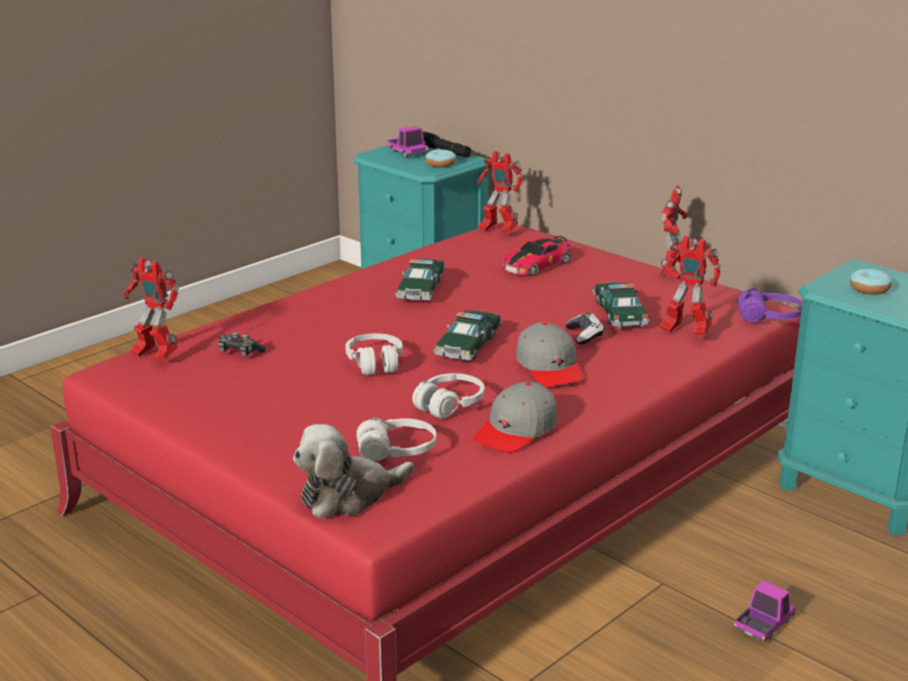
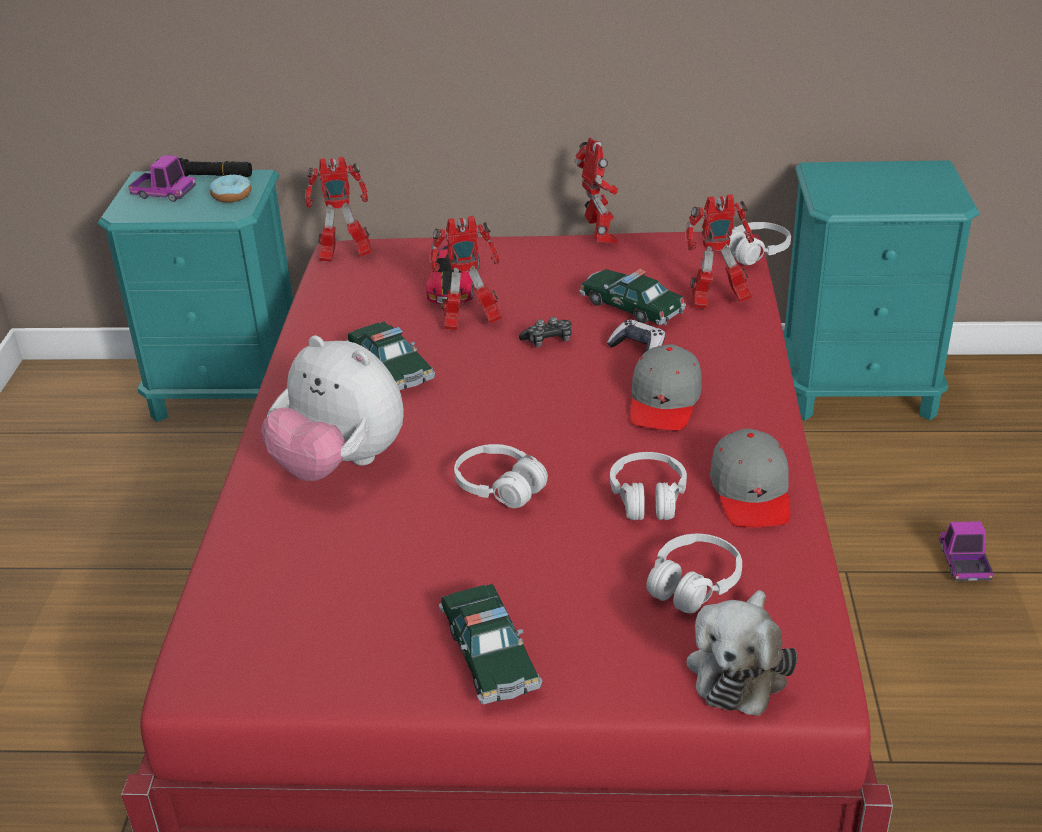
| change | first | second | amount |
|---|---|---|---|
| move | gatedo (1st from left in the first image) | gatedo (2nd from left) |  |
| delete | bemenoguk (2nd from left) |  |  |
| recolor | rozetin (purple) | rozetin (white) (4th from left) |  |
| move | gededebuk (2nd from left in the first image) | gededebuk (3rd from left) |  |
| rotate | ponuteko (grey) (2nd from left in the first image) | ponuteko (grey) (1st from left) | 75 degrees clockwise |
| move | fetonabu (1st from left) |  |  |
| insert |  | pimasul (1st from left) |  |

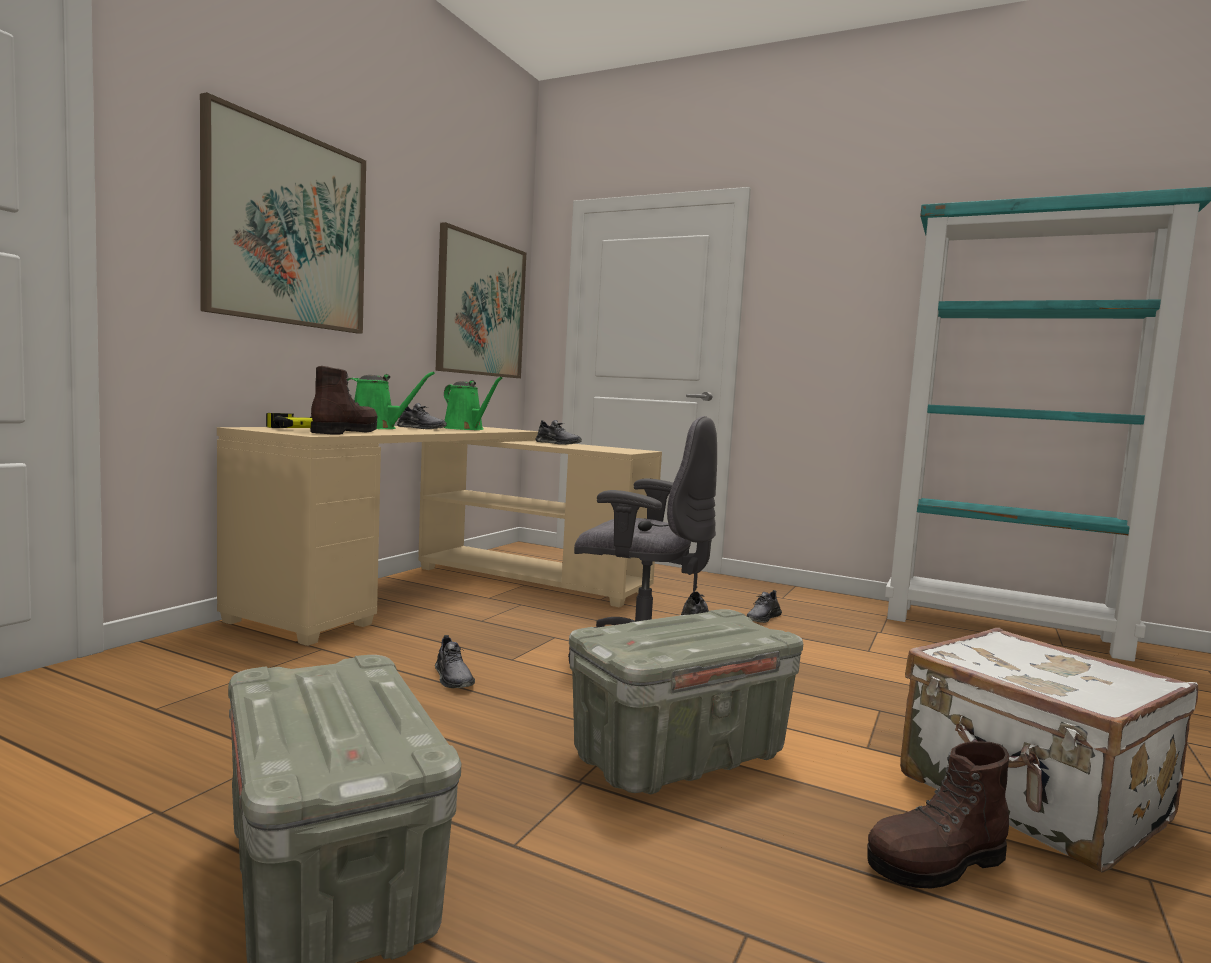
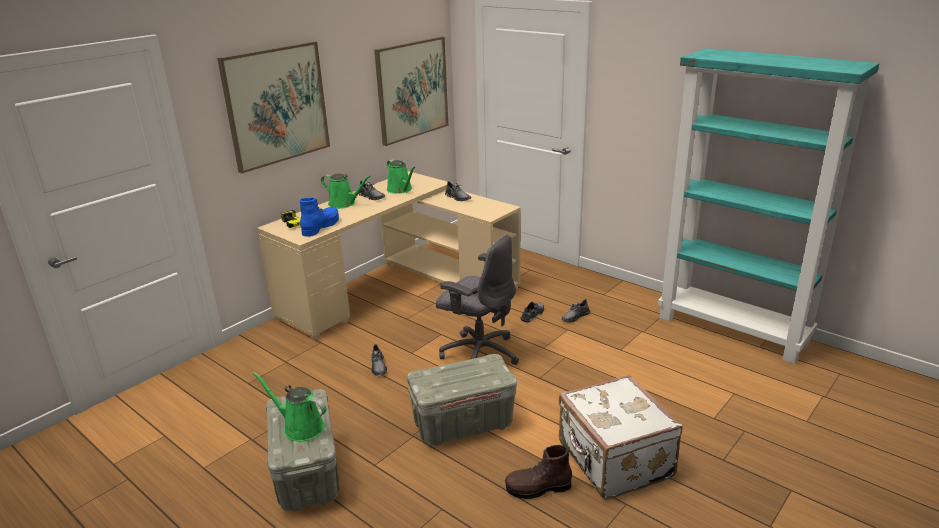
| change | first | second | amount |
|---|---|---|---|
| recolor | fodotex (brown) (1st from left) | fodotex (blue) |  |
| insert |  | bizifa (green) (1st from left) |  |

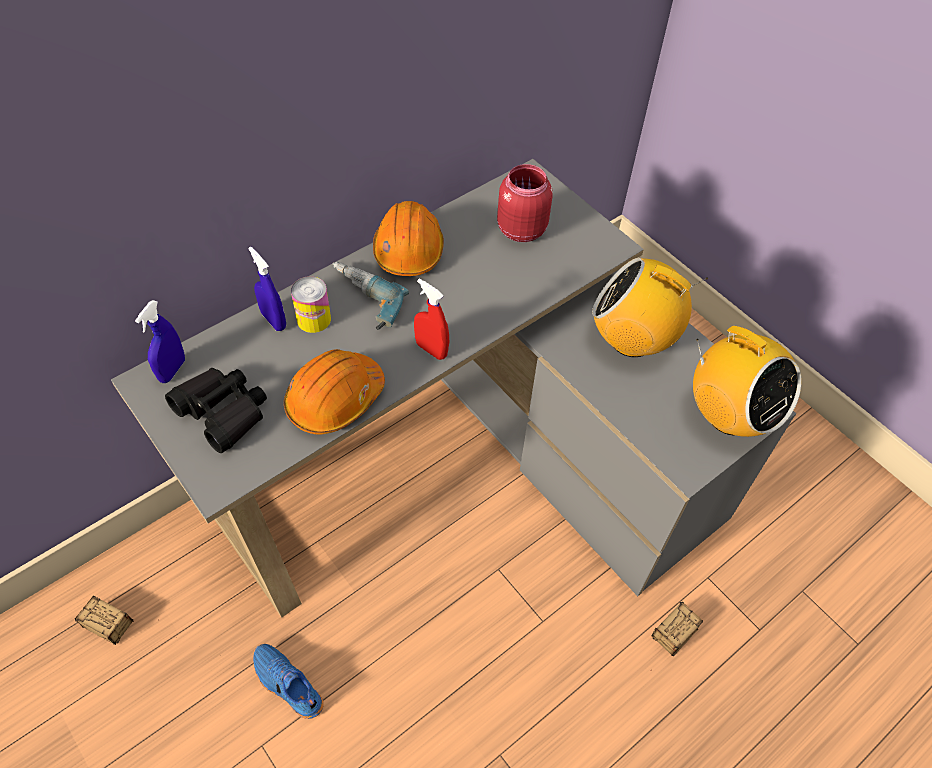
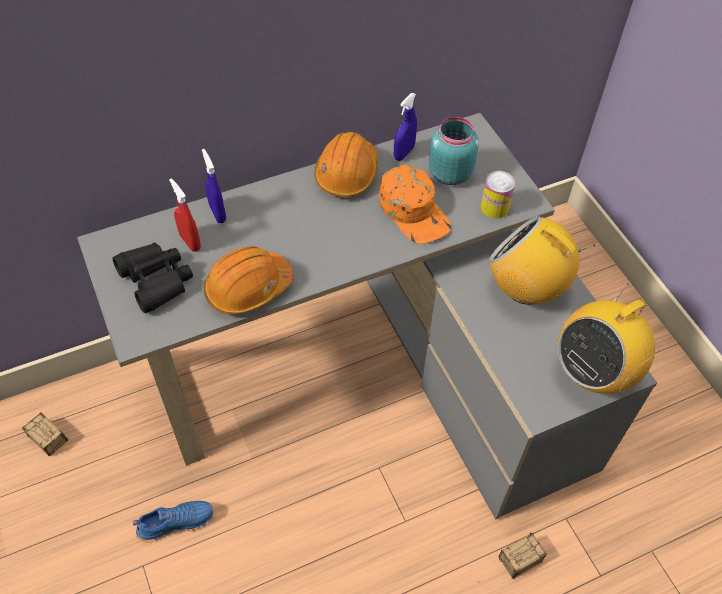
| change | first | second | amount |
|---|---|---|---|
| recolor | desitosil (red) | desitosil (turquoise) |  |
| delete | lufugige |  |  |
| move | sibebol |  |  |
| move | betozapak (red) |  |  |
| move | betozapak (blue) (1st from left in the first image) | betozapak (blue) (2nd from left) |  |
| rotate | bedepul (2nd from left) |  | 75 degrees clockwise |
| rotate | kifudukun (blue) |  | 105 degrees clockwise |
| insert |  | ponuteko (orange) |  |

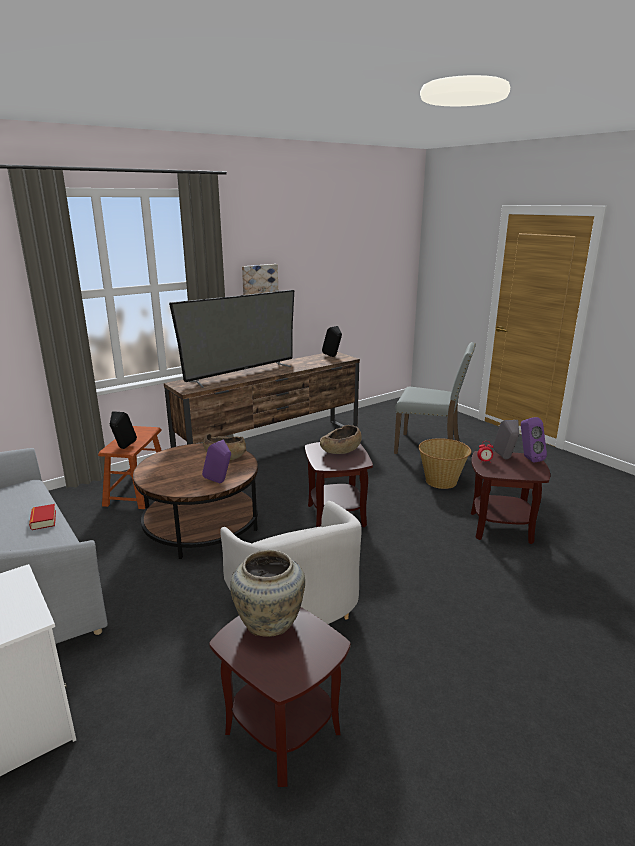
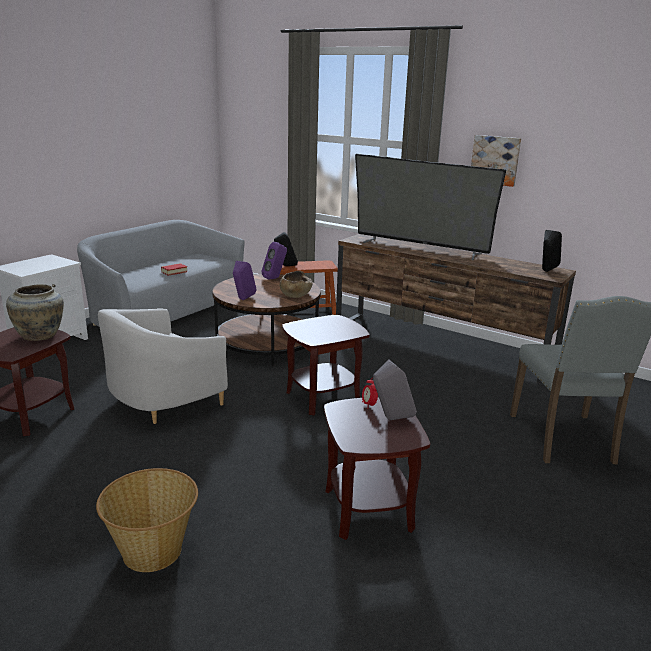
| change | first | second | amount |
|---|---|---|---|
| move | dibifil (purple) (2nd from left) |  |  |
| delete | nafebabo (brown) (2nd from left) |  |  |
| move | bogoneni |  |  |

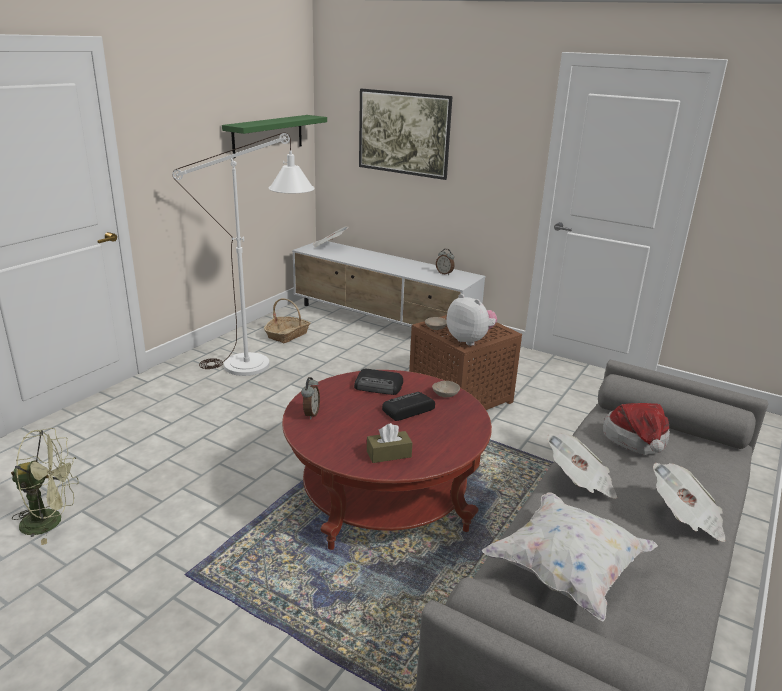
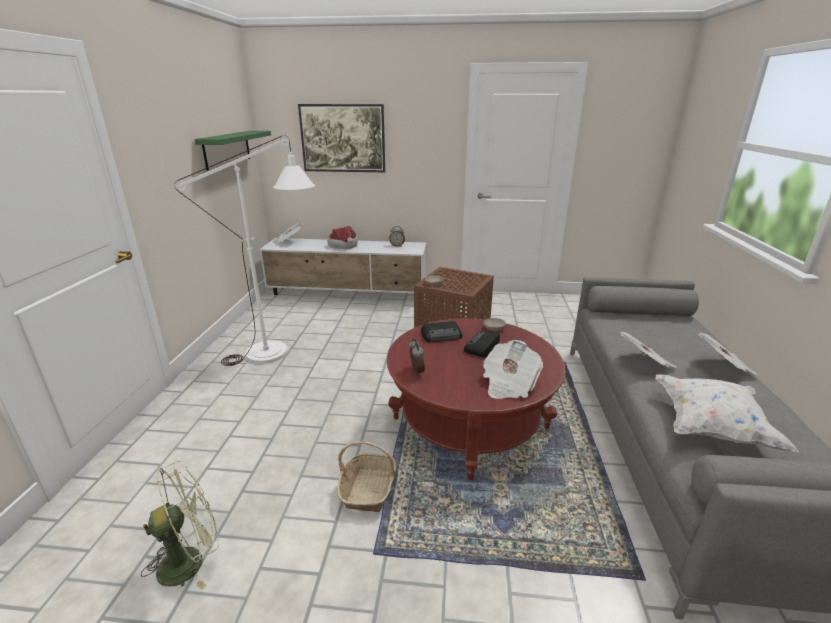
| change | first | second | amount |
|---|---|---|---|
| delete | pimasul |  |  |
| move | bogoneni |  |  |
| move | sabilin |  |  |
| replace | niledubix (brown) | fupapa (2nd from left) |  |

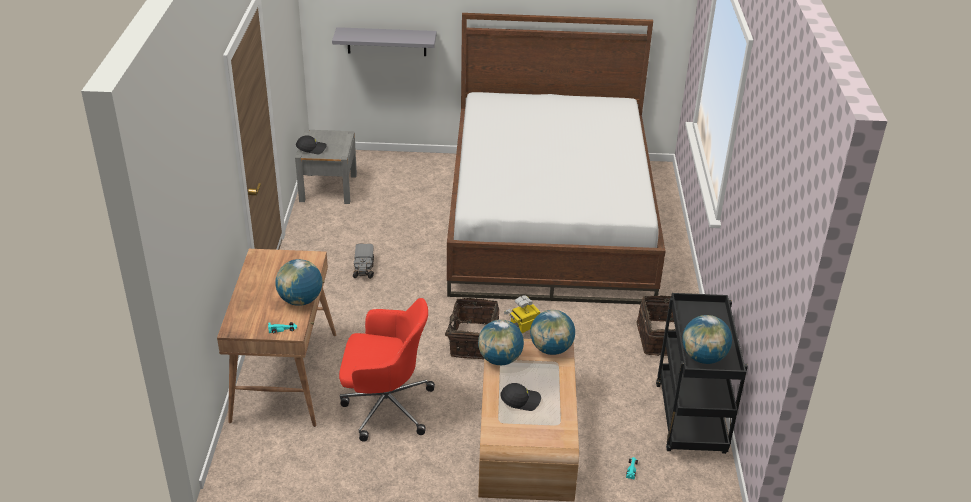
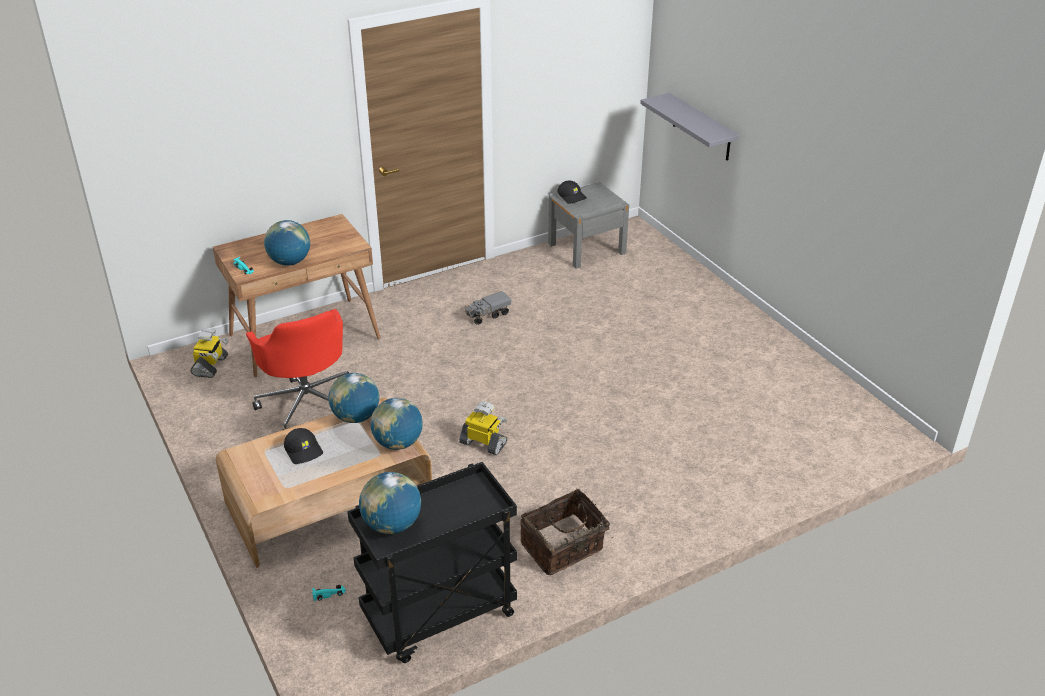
| change | first | second | amount |
|---|---|---|---|
| delete | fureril |  |  |
| delete | bogoneni (1st from left) |  |  |
| insert |  | gatedo (1st from left) |  |

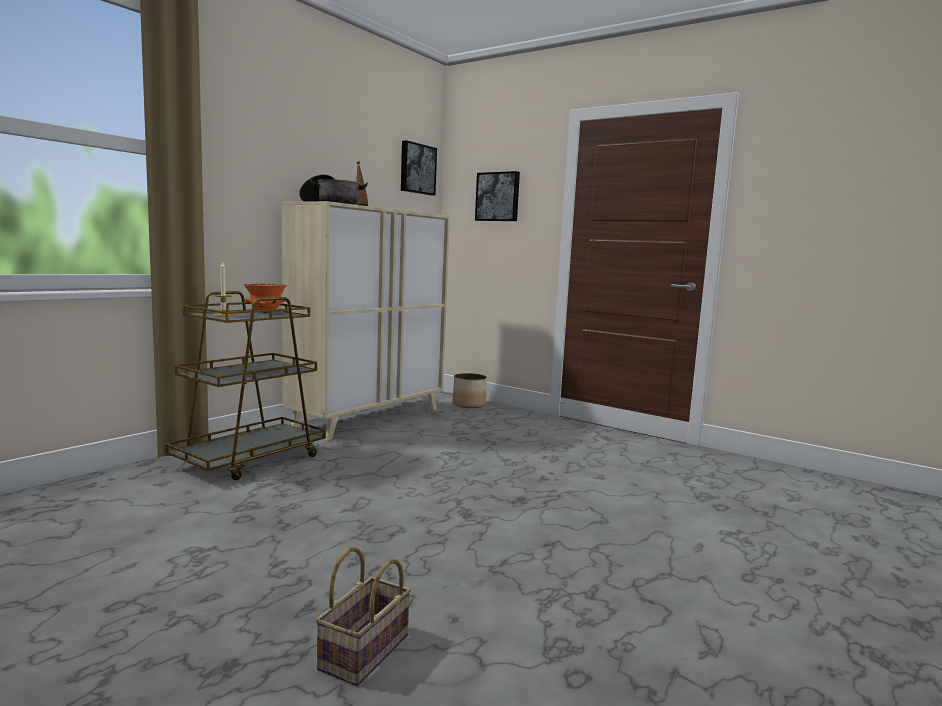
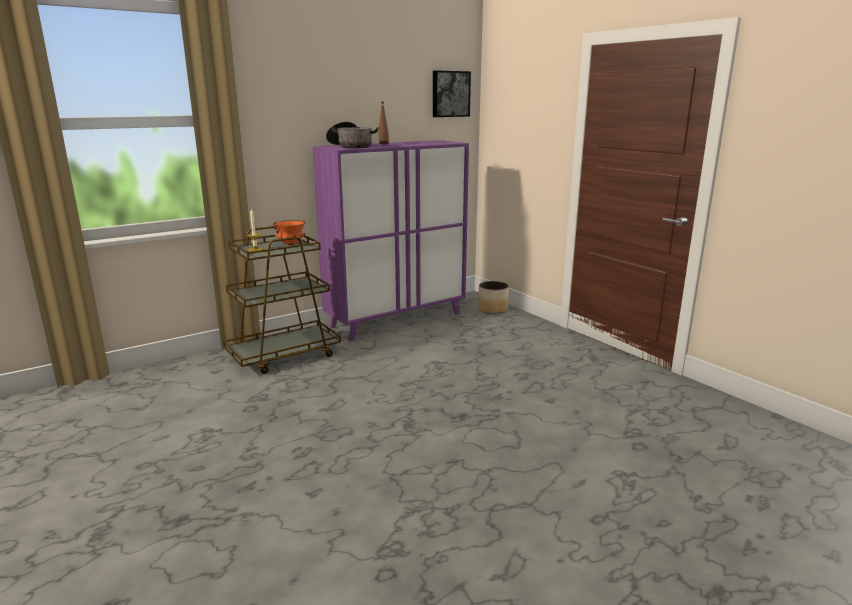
| change | first | second | amount |
|---|---|---|---|
| delete | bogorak (2nd from left) |  |  |
| recolor | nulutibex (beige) | nulutibex (purple) |  |
| delete | bogoneni |  |  |

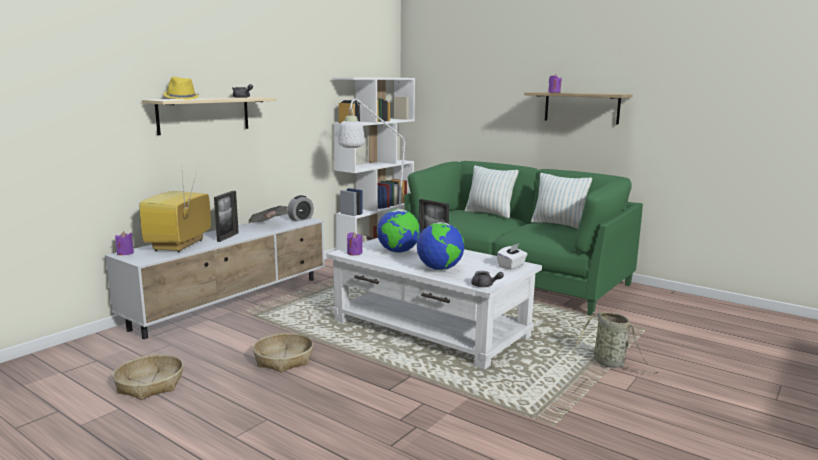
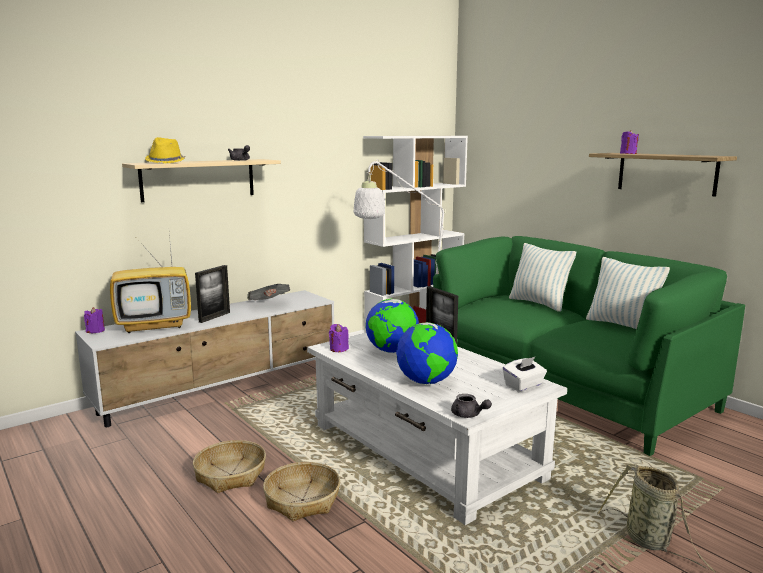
| change | first | second | amount |
|---|---|---|---|
| rotate | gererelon |  | 135 degrees counterclockwise |
| delete | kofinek |  |  |
| move | bogoneni (1st from left in the first image) | bogoneni (2nd from left) |  |

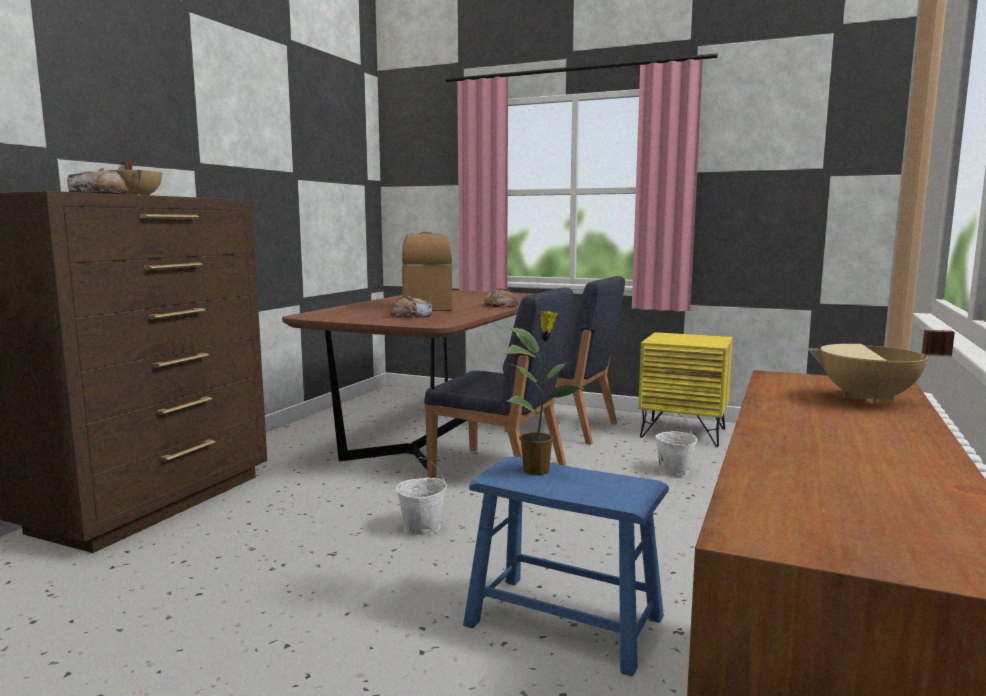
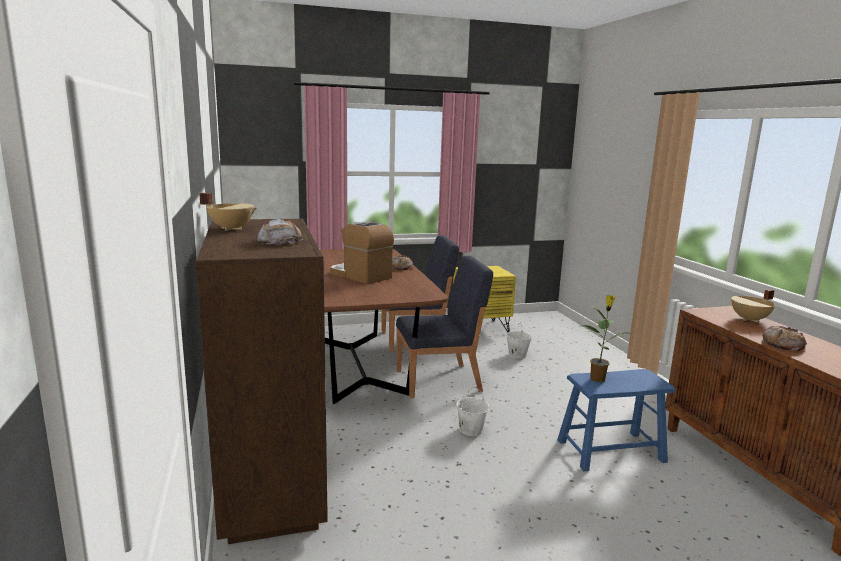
| change | first | second | amount |
|---|---|---|---|
| move | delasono (2nd from left in the first image) | delasono (3rd from left) |  |

